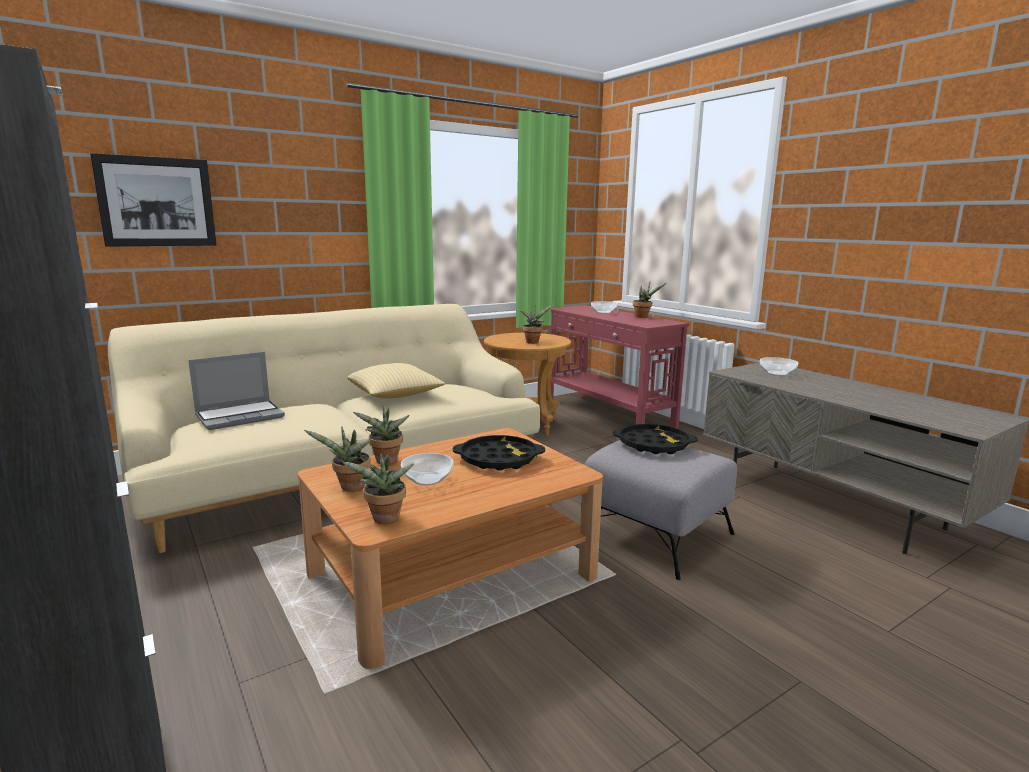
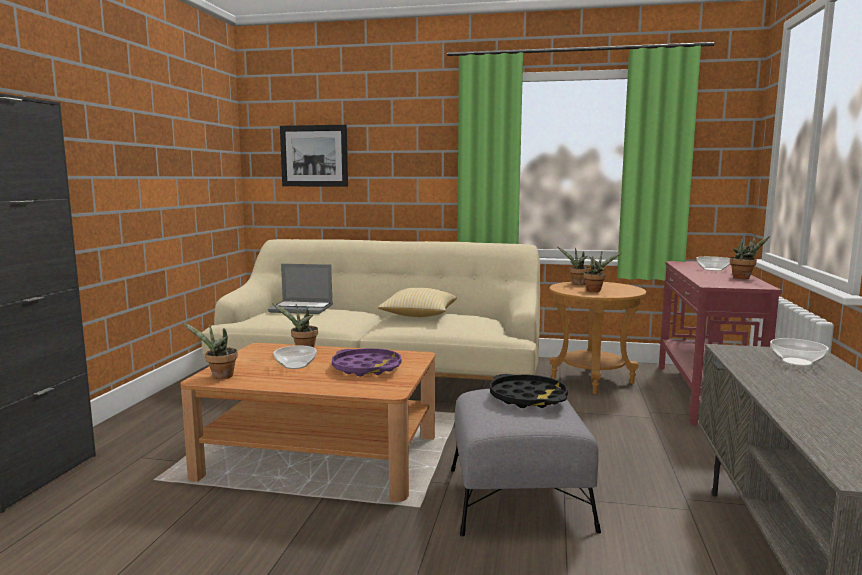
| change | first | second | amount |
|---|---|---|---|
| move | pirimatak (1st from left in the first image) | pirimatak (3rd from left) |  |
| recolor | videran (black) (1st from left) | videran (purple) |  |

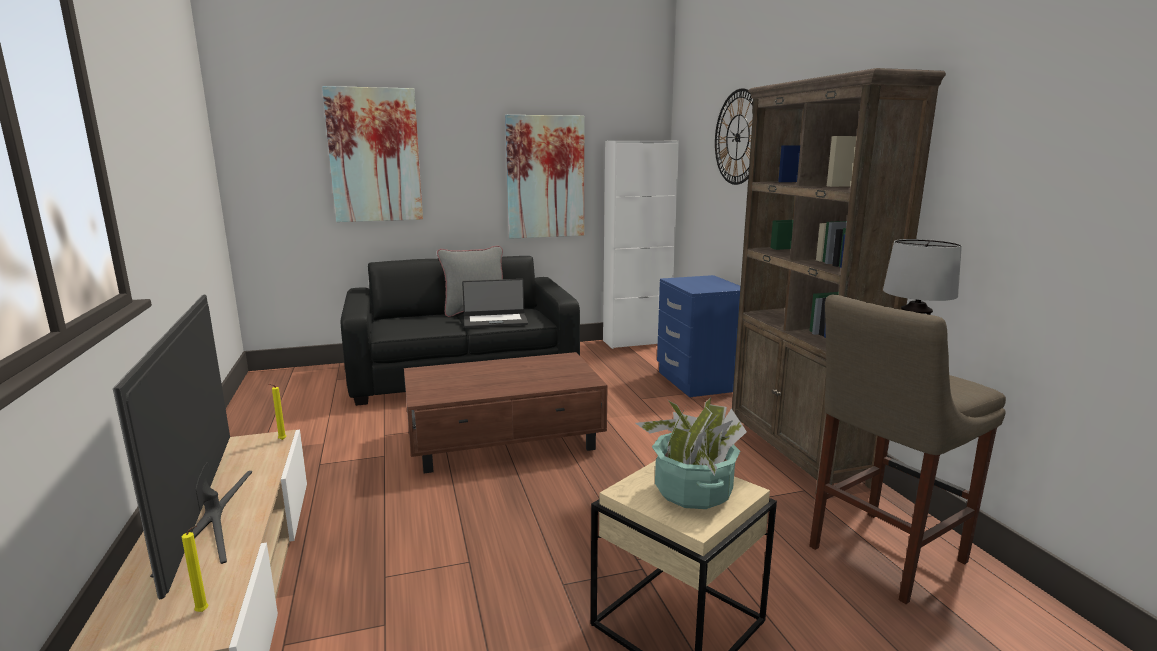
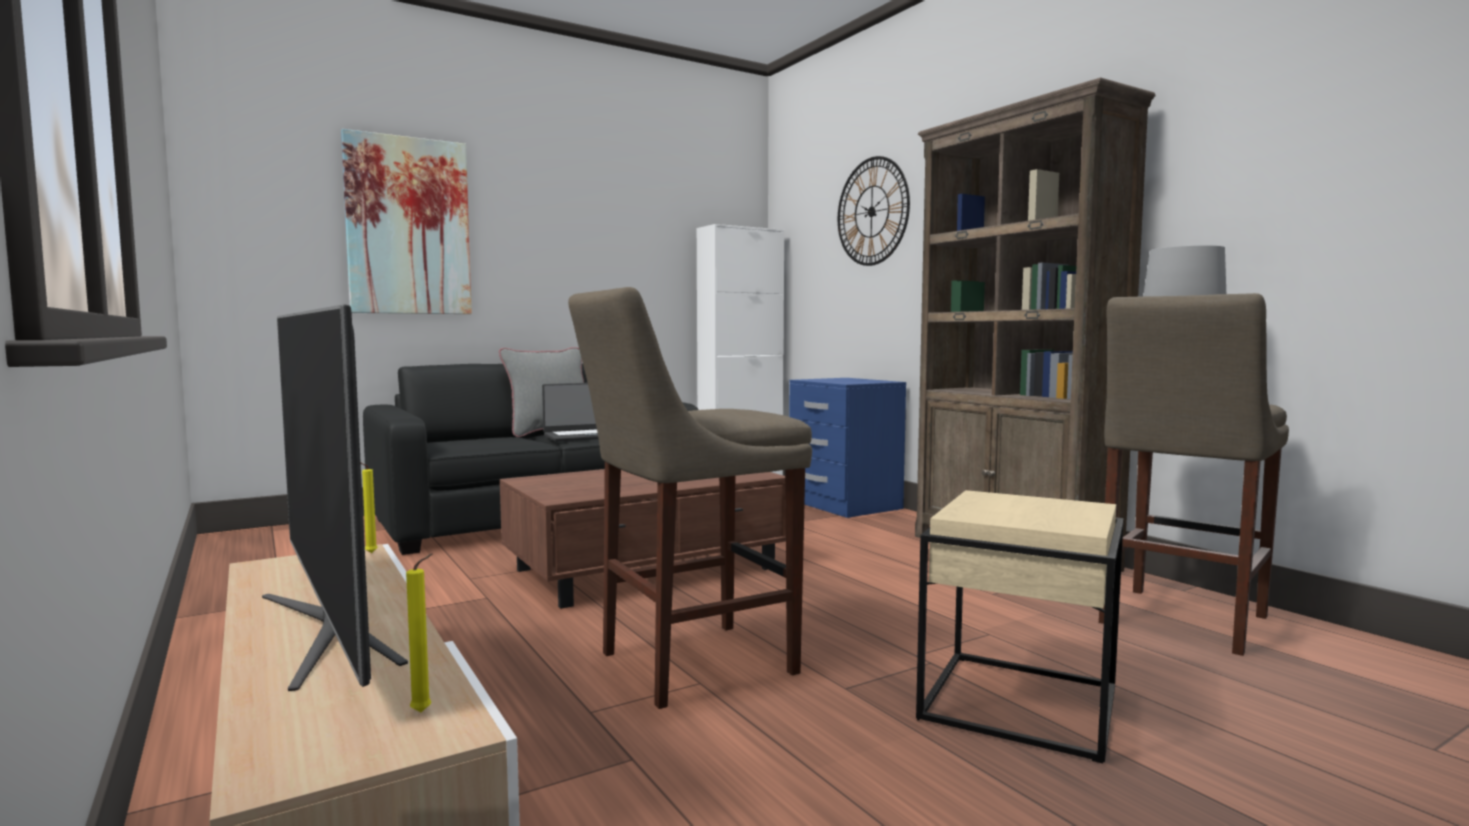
| change | first | second | amount |
|---|---|---|---|
| delete | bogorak (2nd from left) |  |  |
| delete | pirimatak |  |  |
| insert |  | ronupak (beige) (1st from left) |  |

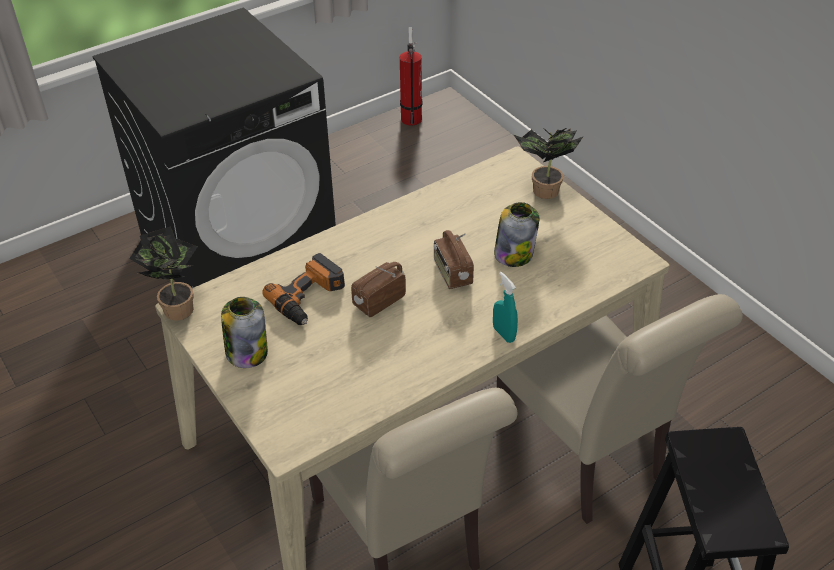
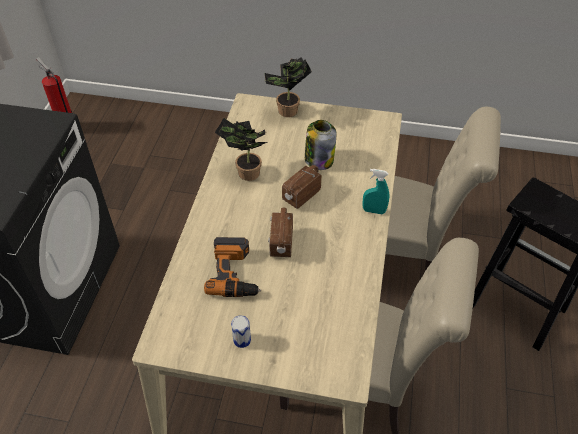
| change | first | second | amount |
|---|---|---|---|
| move | pirimatak (1st from left) |  |  |
| rotate | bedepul (2nd from left) |  | 105 degrees clockwise |
| replace | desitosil (1st from left) | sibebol |  |

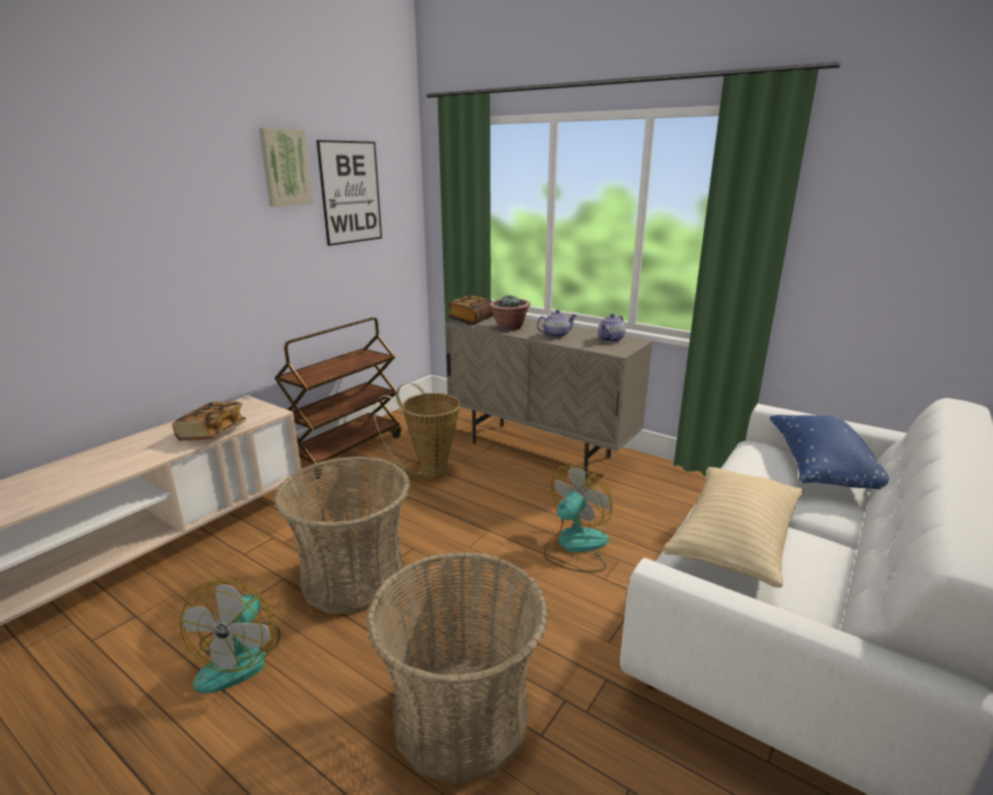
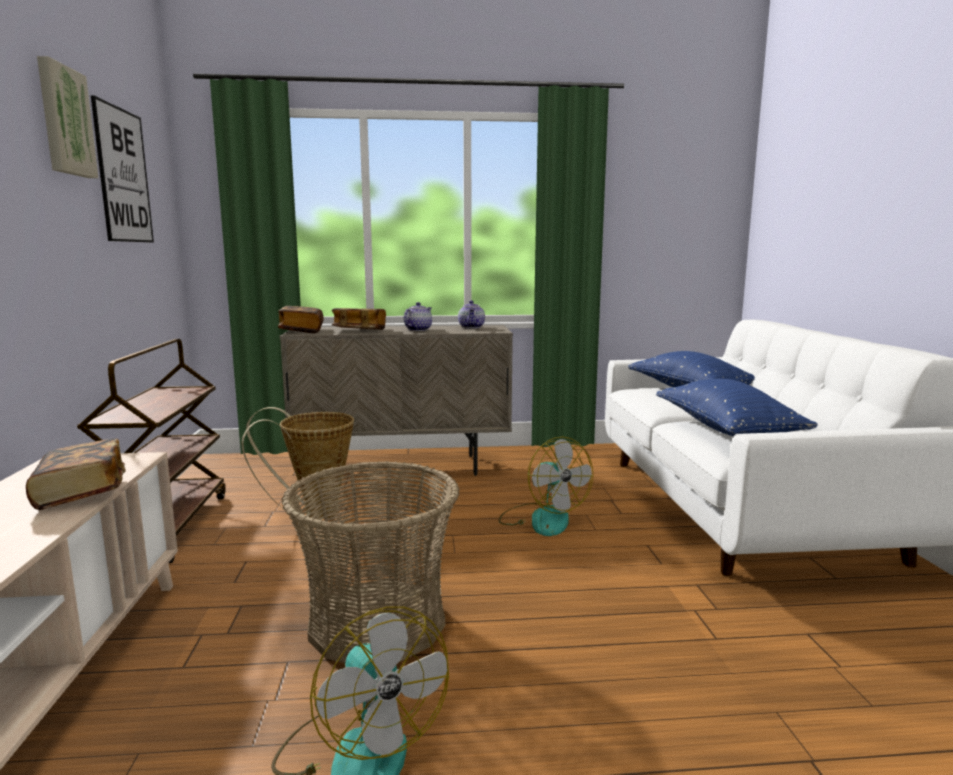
| change | first | second | amount |
|---|---|---|---|
| replace | pirimatak | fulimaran (3rd from left) |  |
| rotate | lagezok (2nd from left) |  | 150 degrees clockwise |
| recolor | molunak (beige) | molunak (blue) (2nd from left) |  |
| delete | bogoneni (3rd from left) |  |  |

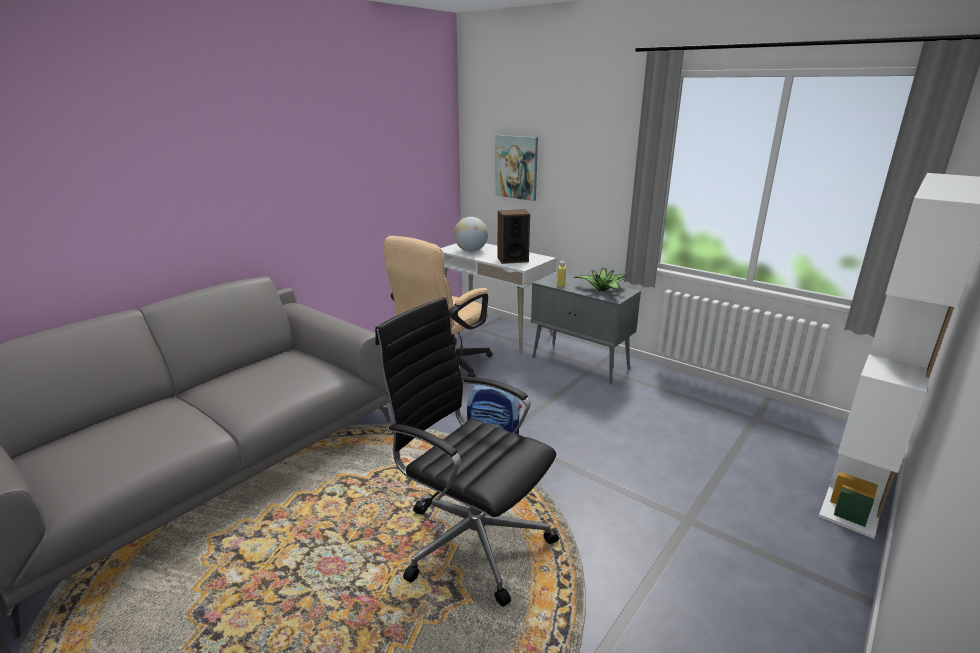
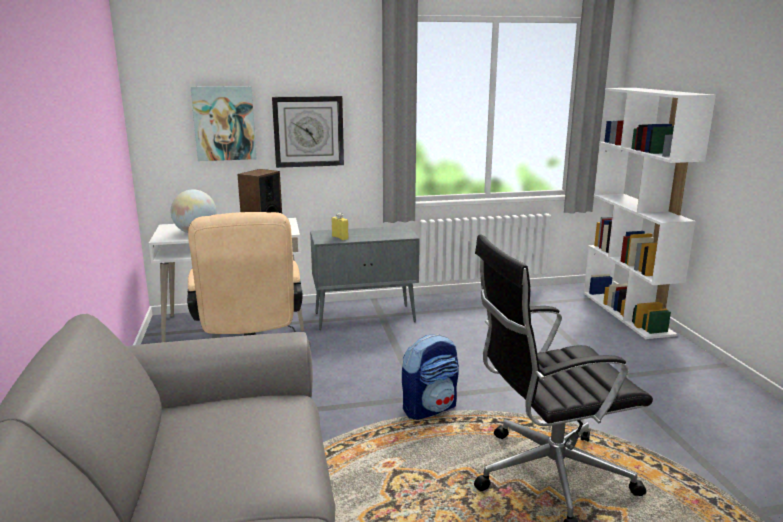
| change | first | second | amount |
|---|---|---|---|
| delete | pirimatak |  |  |
| insert |  | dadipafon |  |

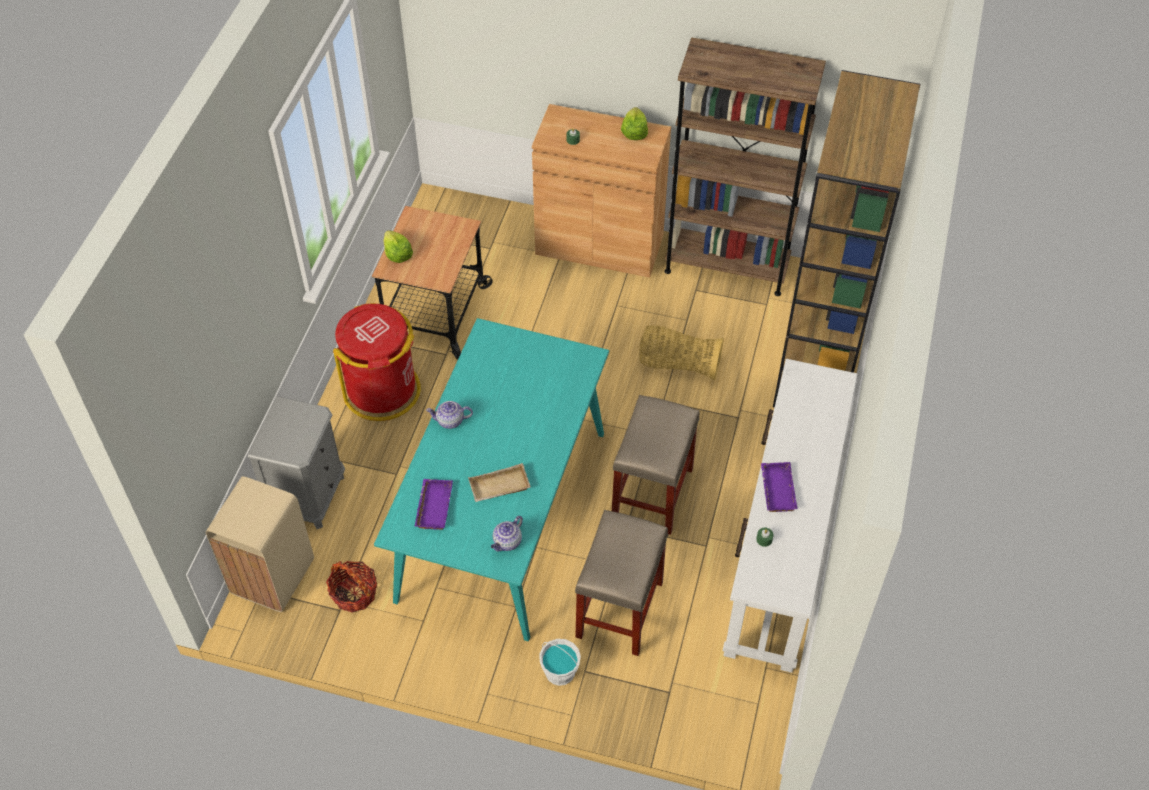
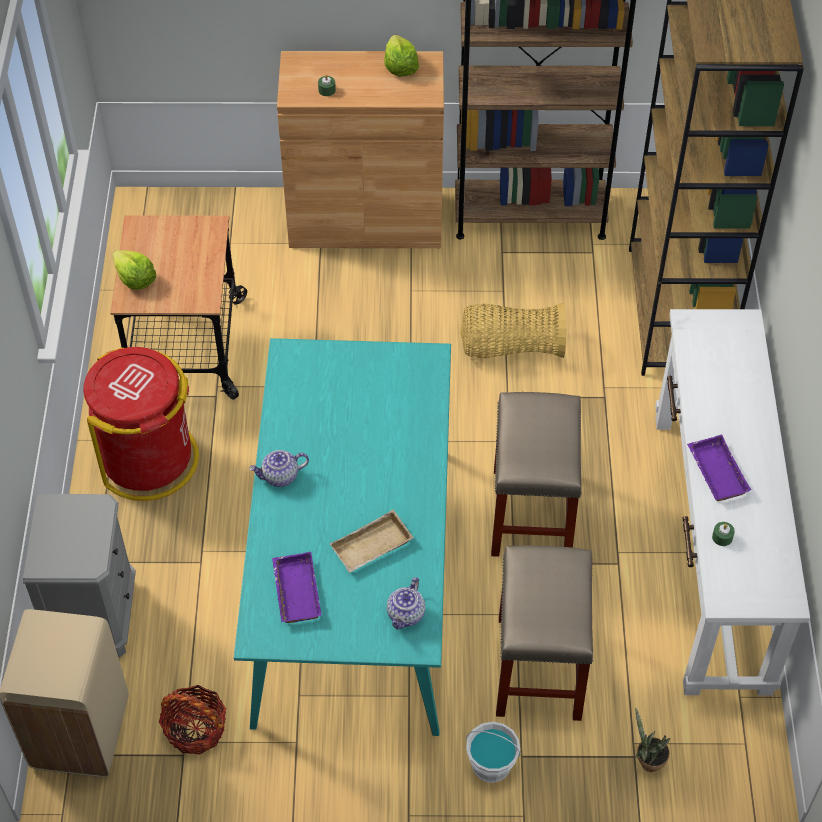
| change | first | second | amount |
|---|---|---|---|
| insert |  | pirimatak |  |

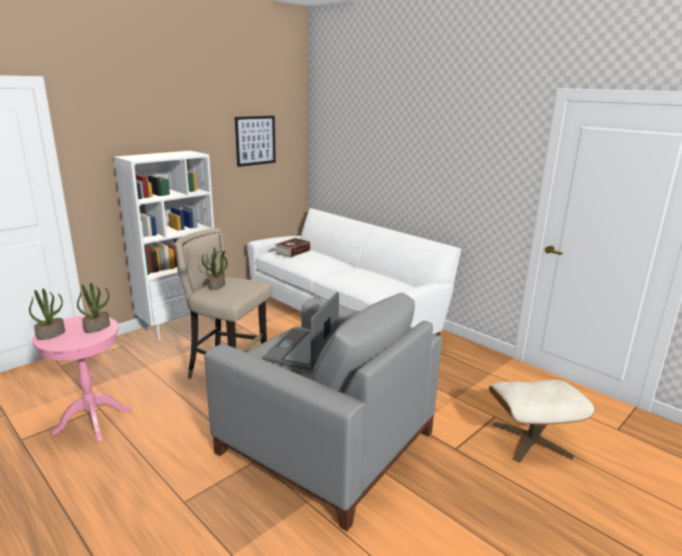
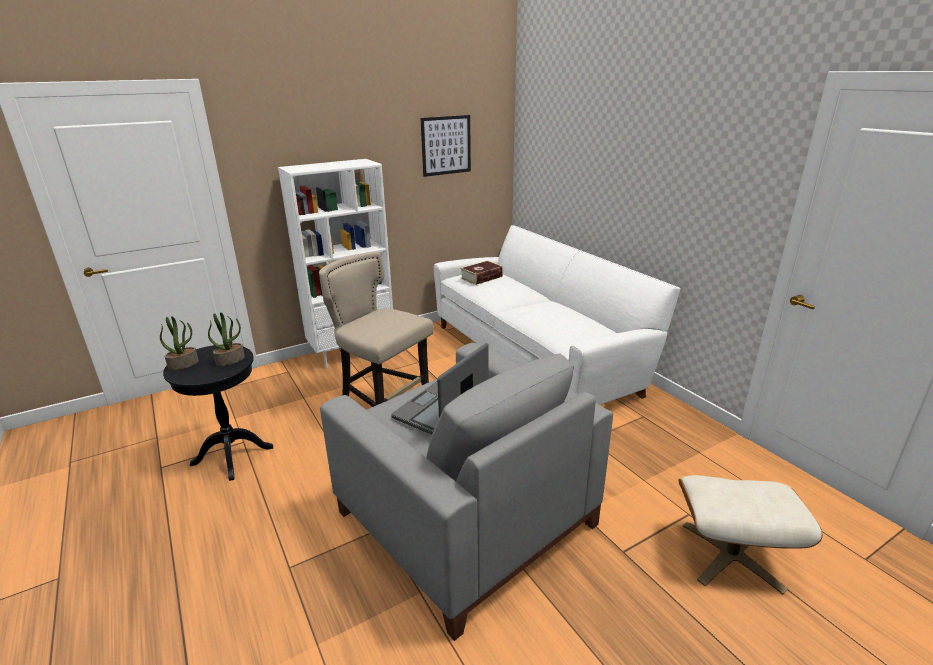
| change | first | second | amount |
|---|---|---|---|
| delete | pirimatak (3rd from left) |  |  |
| recolor | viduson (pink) | viduson (black) |  |

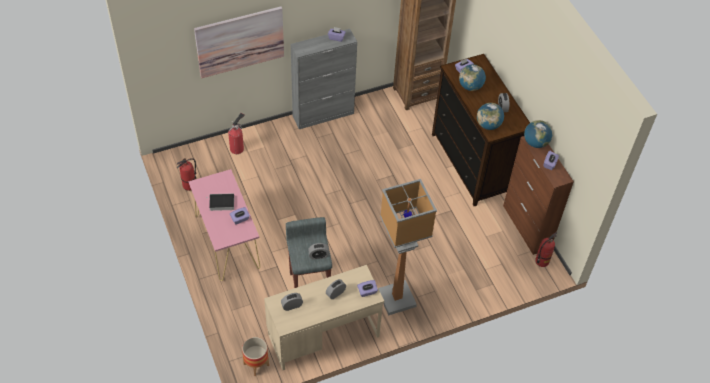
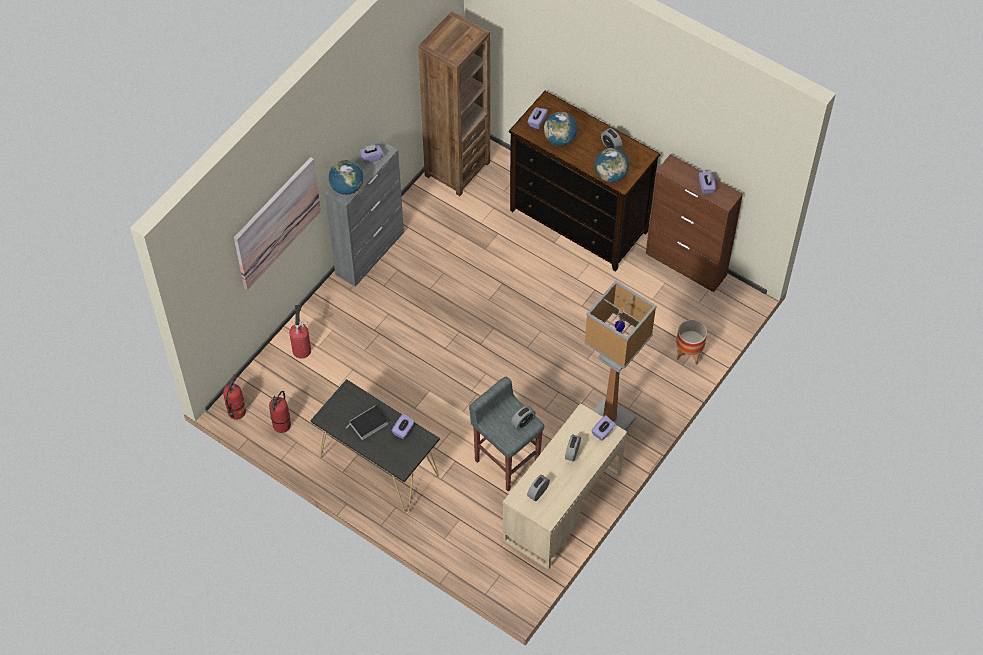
| change | first | second | amount |
|---|---|---|---|
| move | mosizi (3rd from left in the first image) | mosizi (1st from left) |  |
| recolor | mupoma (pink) | mupoma (black) |  |
| move | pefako (3rd from left in the first image) | pefako (1st from left) |  |
| move | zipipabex |  |  |

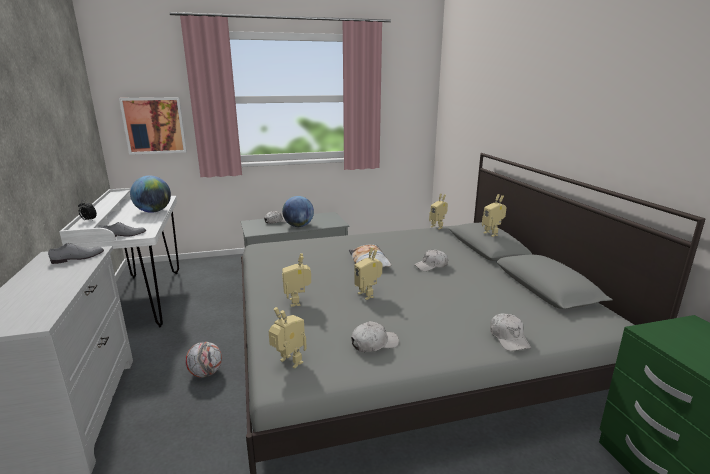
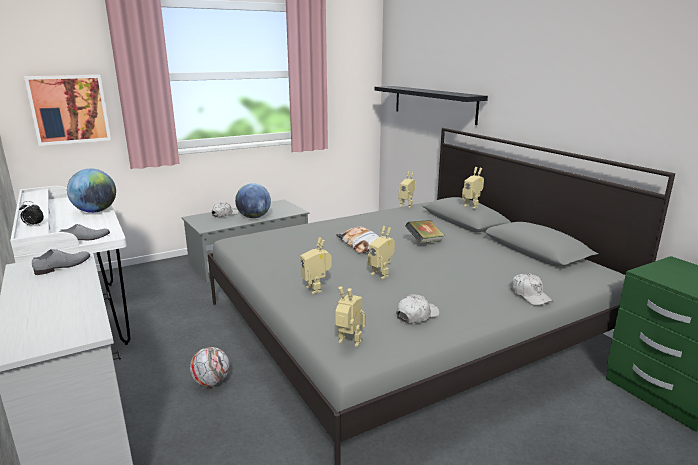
| change | first | second | amount |
|---|---|---|---|
| replace | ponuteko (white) (3rd from left) | fulimaran |  |
| insert |  | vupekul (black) |  |

